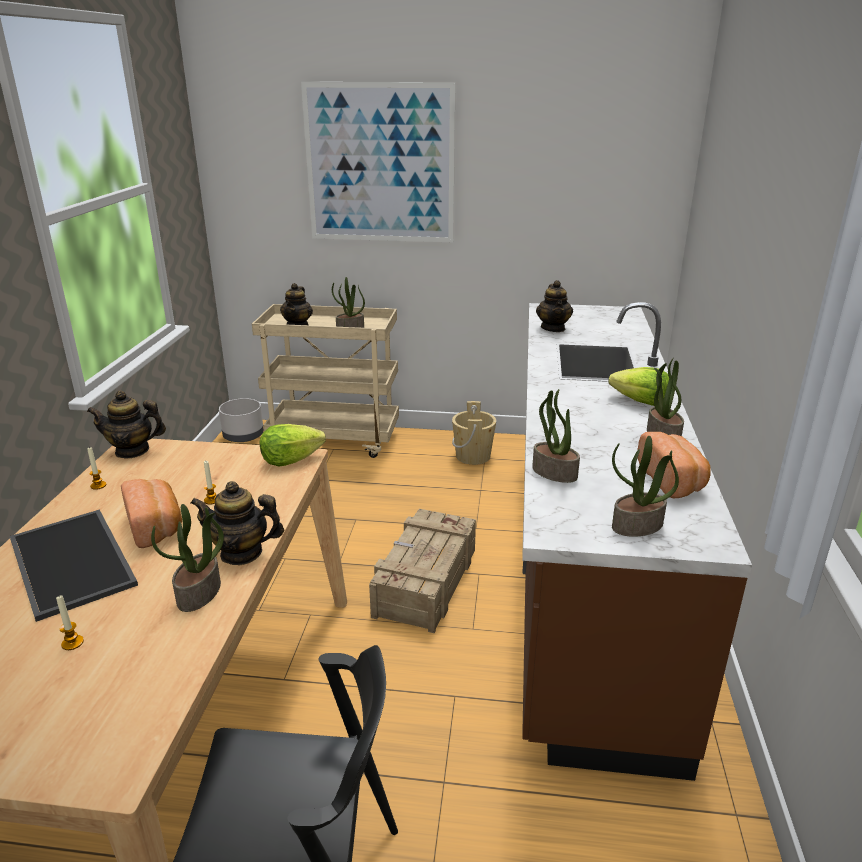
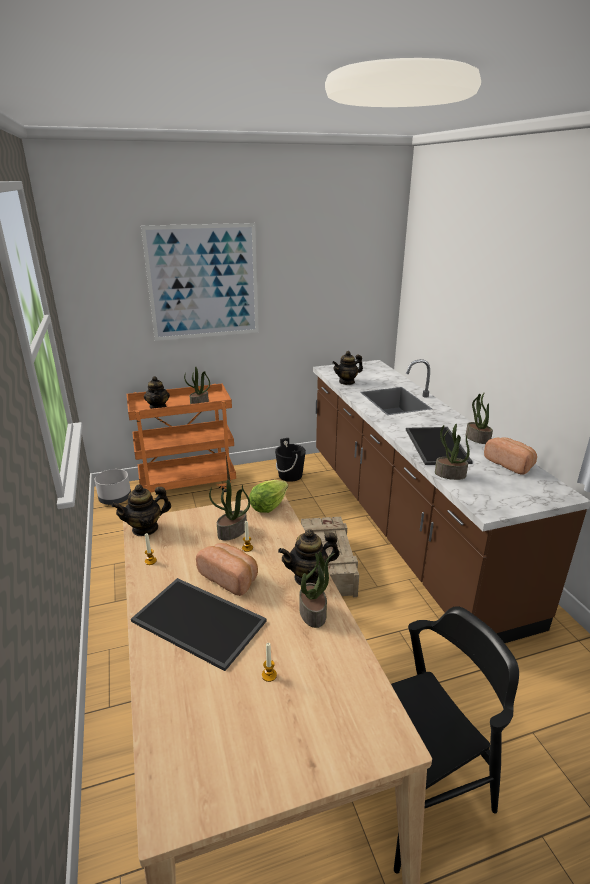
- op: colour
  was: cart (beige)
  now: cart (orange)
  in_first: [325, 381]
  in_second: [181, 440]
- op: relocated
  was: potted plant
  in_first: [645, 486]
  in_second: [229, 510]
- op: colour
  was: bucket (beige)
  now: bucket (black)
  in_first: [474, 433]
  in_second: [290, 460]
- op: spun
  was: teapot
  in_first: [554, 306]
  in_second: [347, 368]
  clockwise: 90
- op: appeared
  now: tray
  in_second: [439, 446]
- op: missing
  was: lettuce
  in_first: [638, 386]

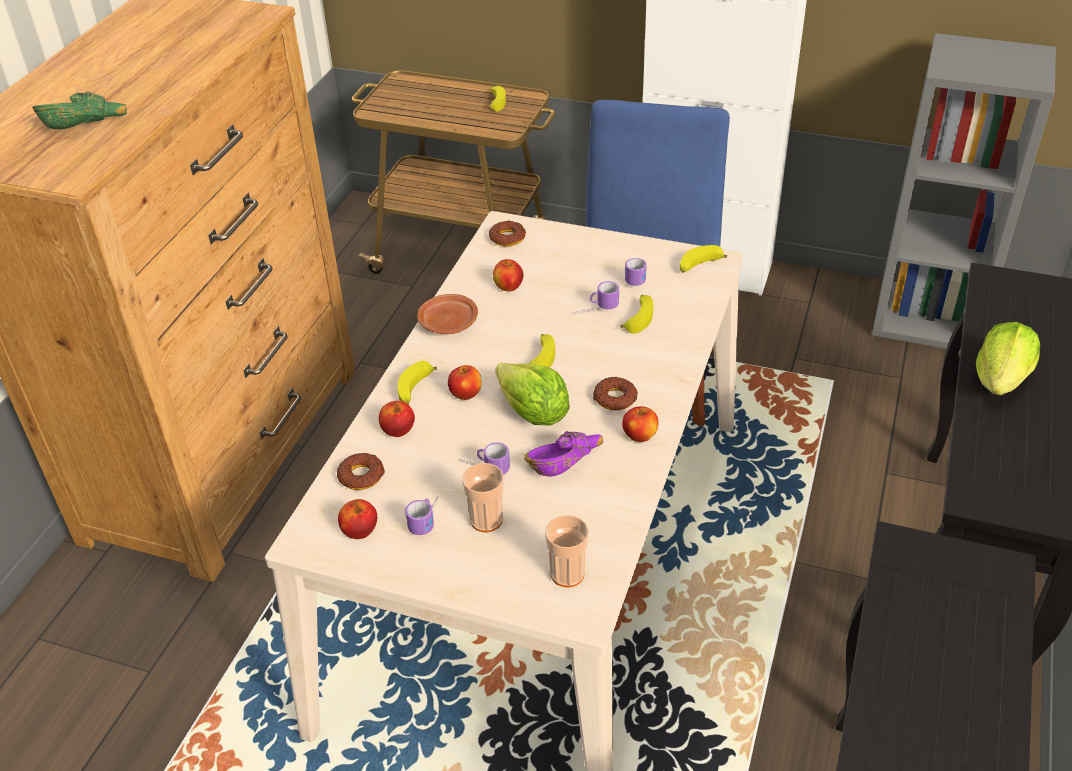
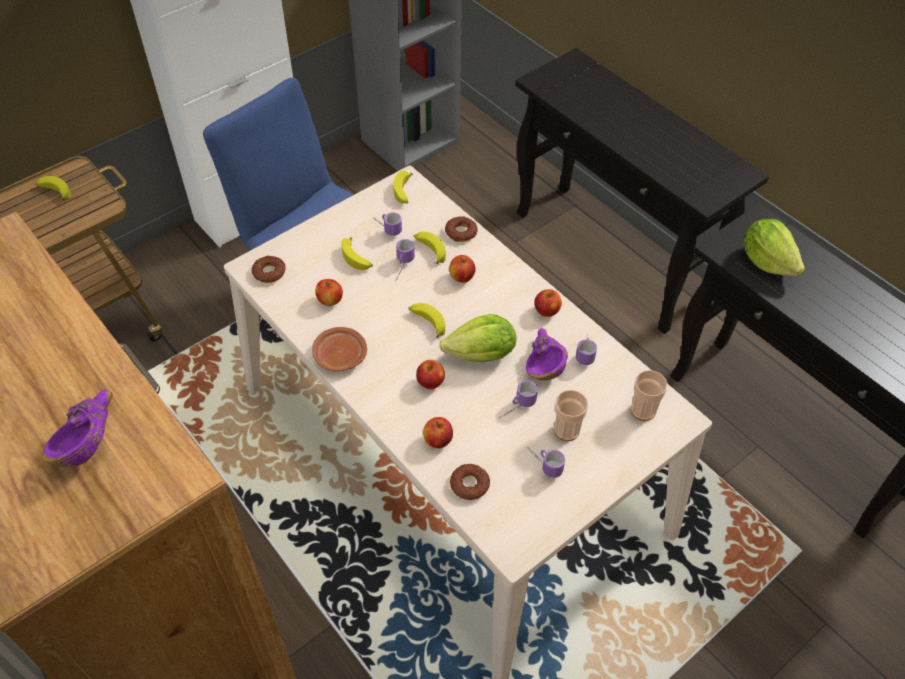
- op: colour
  was: bowl (green)
  now: bowl (purple)
  in_first: [79, 110]
  in_second: [77, 428]
- op: relocated
  was: banana
  in_first: [417, 382]
  in_second: [357, 253]
- op: relocated
  was: donut
  in_first: [615, 394]
  in_second: [461, 229]
- op: relocated
  was: apple
  in_first: [357, 519]
  in_second: [462, 269]
- op: appeared
  now: mug
  in_second: [586, 351]
- op: relocated
  was: lettuce
  in_first: [1008, 358]
  in_second: [774, 247]

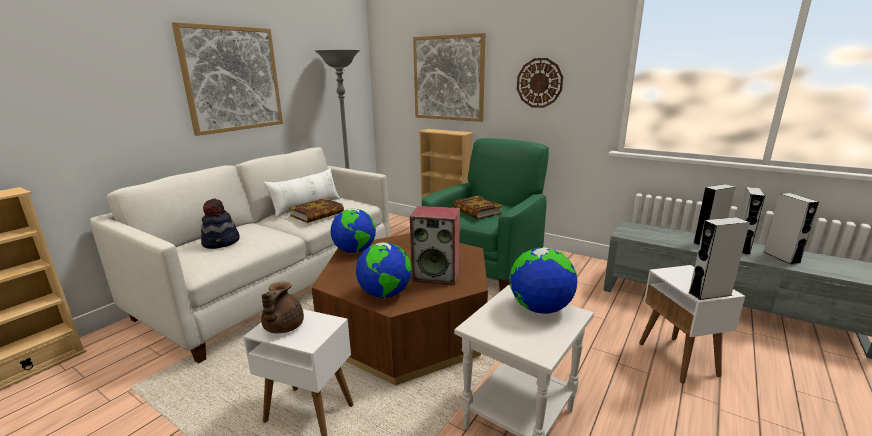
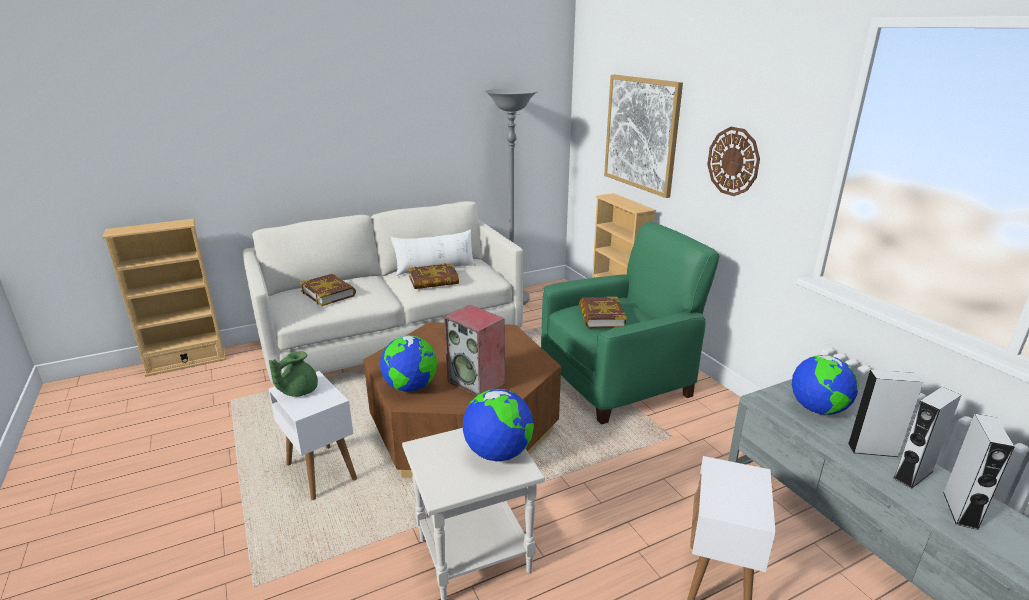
- op: colour
  was: teapot (brown)
  now: teapot (green)
  in_first: [282, 307]
  in_second: [293, 374]
- op: exchanged
  was: hat
  now: book
  in_first: [220, 223]
  in_second: [328, 290]
- op: relocated
  was: globe
  in_first: [353, 230]
  in_second: [825, 385]
- op: missing
  was: picture
  in_first: [227, 79]
- op: missing
  was: speaker (grey)
  in_first: [719, 258]

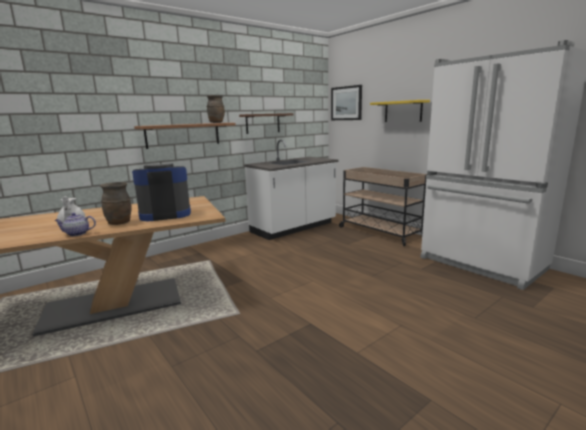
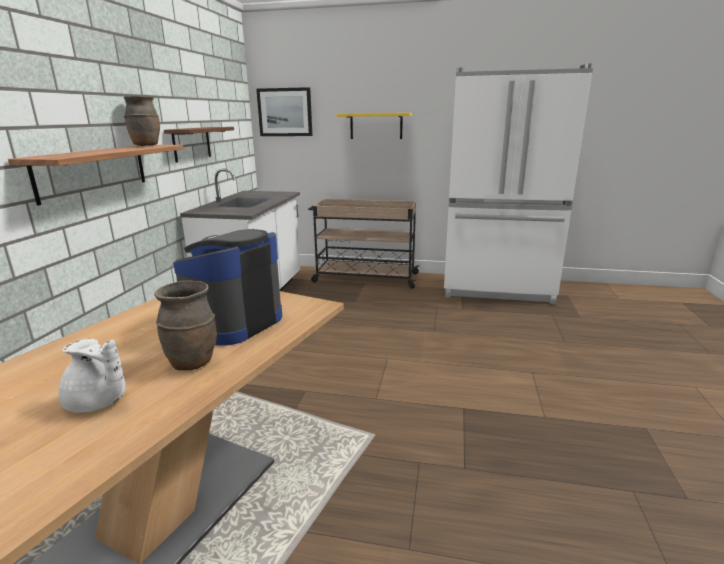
- op: missing
  was: teapot
  in_first: [75, 224]

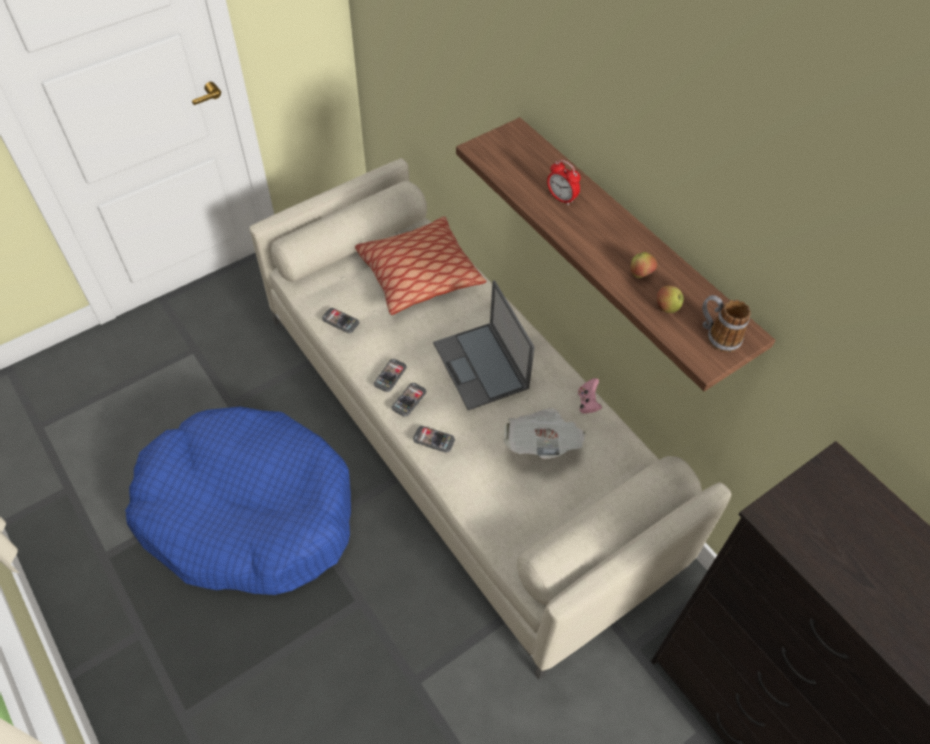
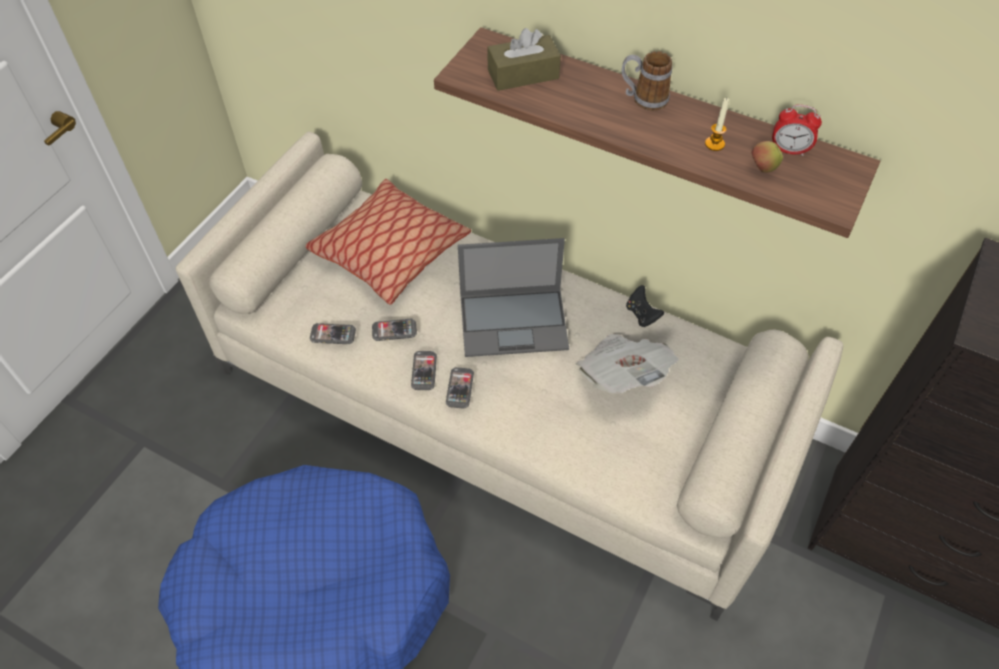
- op: relocated
  was: phone
  in_first: [434, 439]
  in_second: [394, 329]
- op: spun
  was: laptop
  in_first: [484, 345]
  in_second: [513, 297]
  clockwise: -45
- op: appeared
  now: tissue box (brown)
  in_second: [524, 59]
- op: relocated
  was: mug
  in_first: [726, 324]
  in_second: [647, 81]
- op: colour
  was: game controller (pink)
  now: game controller (black)
  in_first: [590, 396]
  in_second: [645, 306]
- op: exchanged
  was: apple
  now: candle
  in_first: [644, 265]
  in_second: [717, 124]
- op: relocated
  was: alarm clock
  in_first: [563, 183]
  in_second: [797, 130]

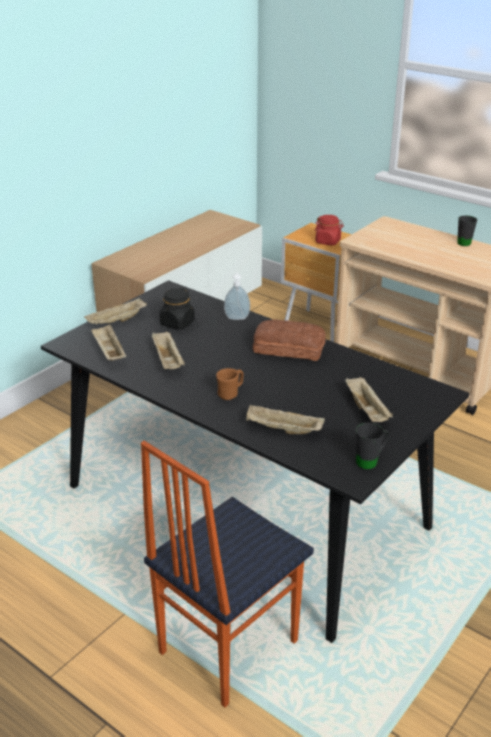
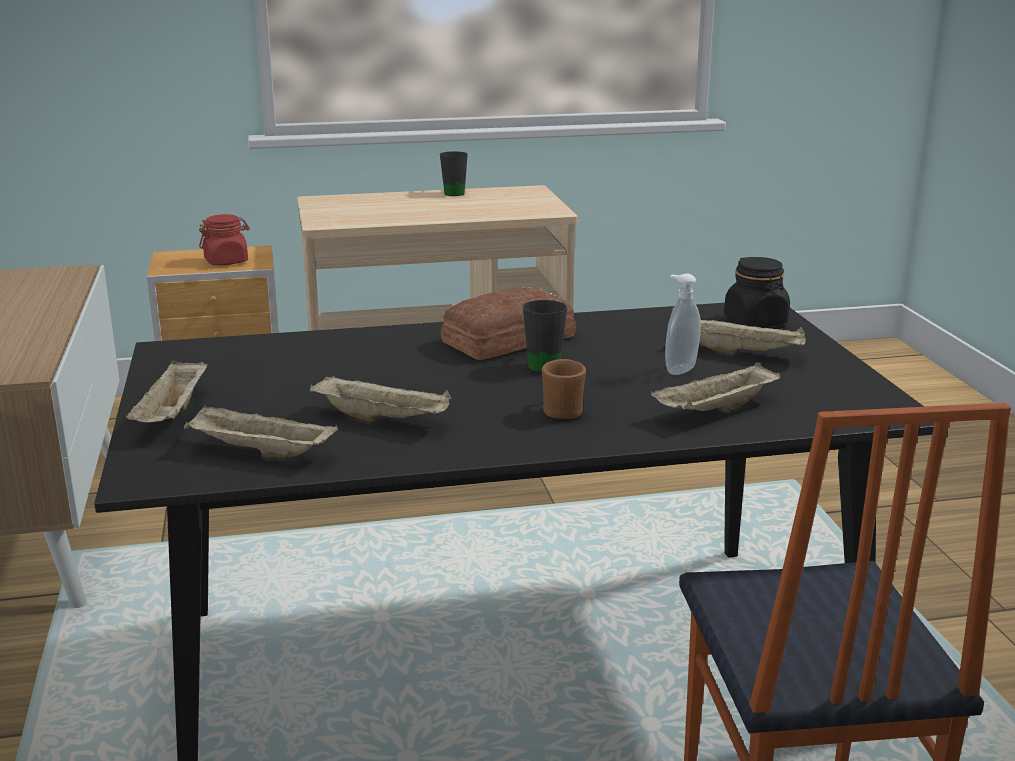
- op: relocated
  was: mug (black)
  in_first: [372, 445]
  in_second: [545, 336]
- op: relocated
  was: soap dispenser
  in_first: [237, 296]
  in_second: [683, 324]
- op: relocated
  was: jar (black)
  in_first: [177, 309]
  in_second: [757, 292]

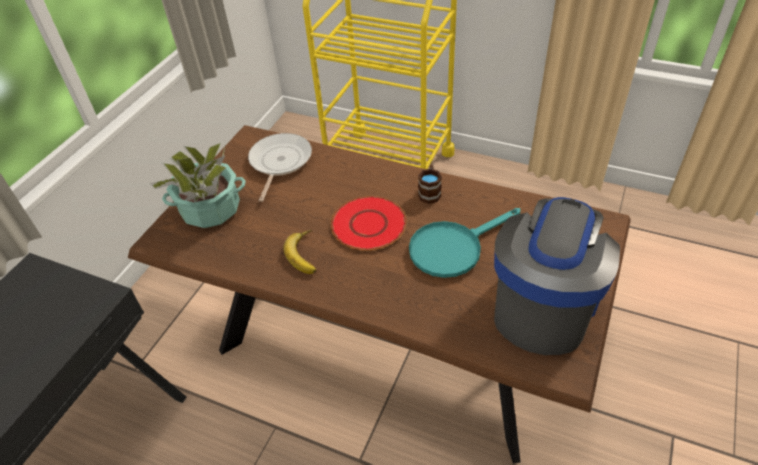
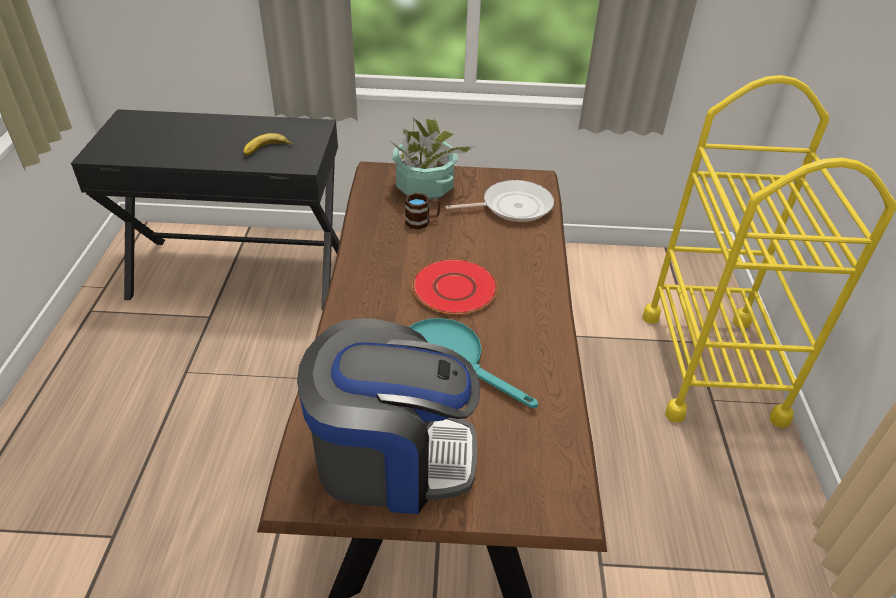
- op: relocated
  was: banana
  in_first: [299, 252]
  in_second: [268, 144]
- op: relocated
  was: mug (brown)
  in_first: [430, 184]
  in_second: [423, 211]

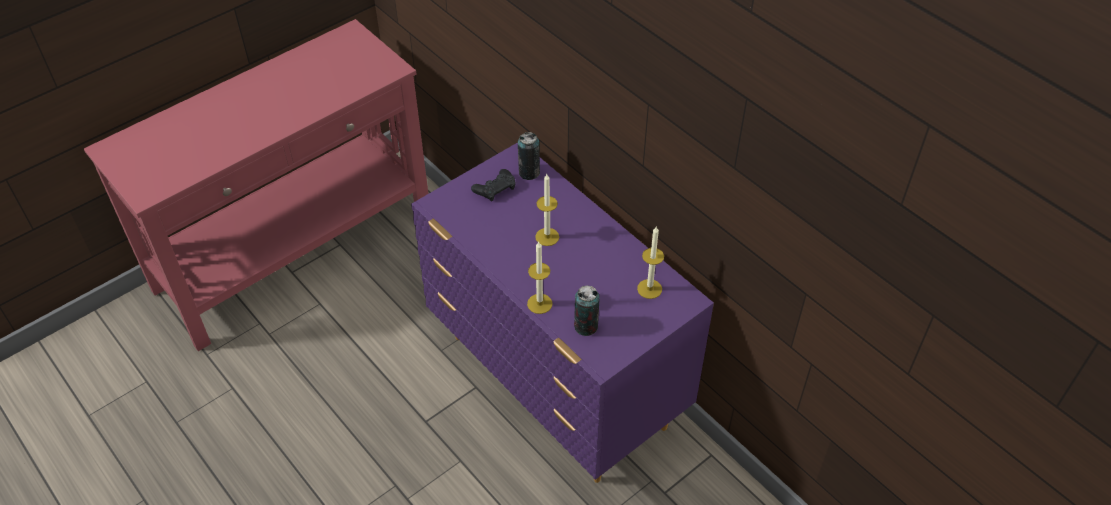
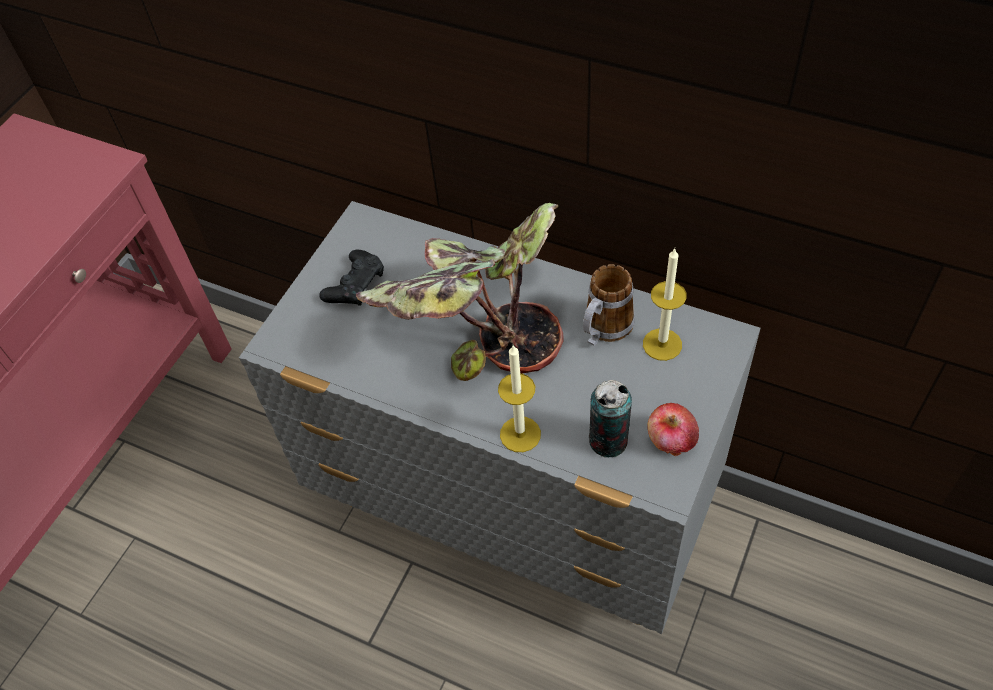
- op: colour
  was: dresser (purple)
  now: dresser (grey)
  in_first: [562, 312]
  in_second: [500, 417]
- op: exchanged
  was: candle
  now: potted plant
  in_first: [547, 210]
  in_second: [460, 292]
- op: appeared
  now: mug
  in_second: [609, 305]
- op: appeared
  now: apple
  in_second: [673, 430]
- op: missing
  was: can
  in_first: [529, 156]

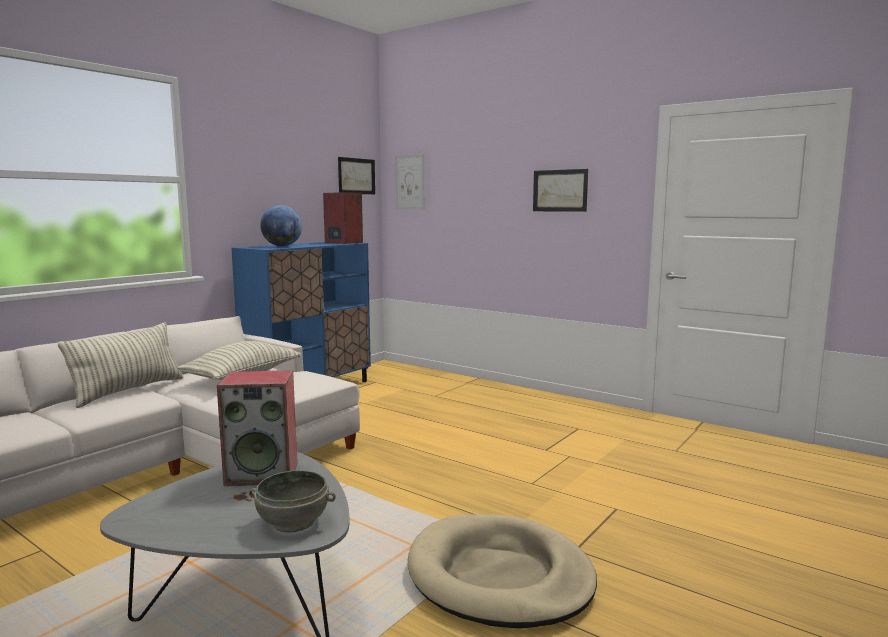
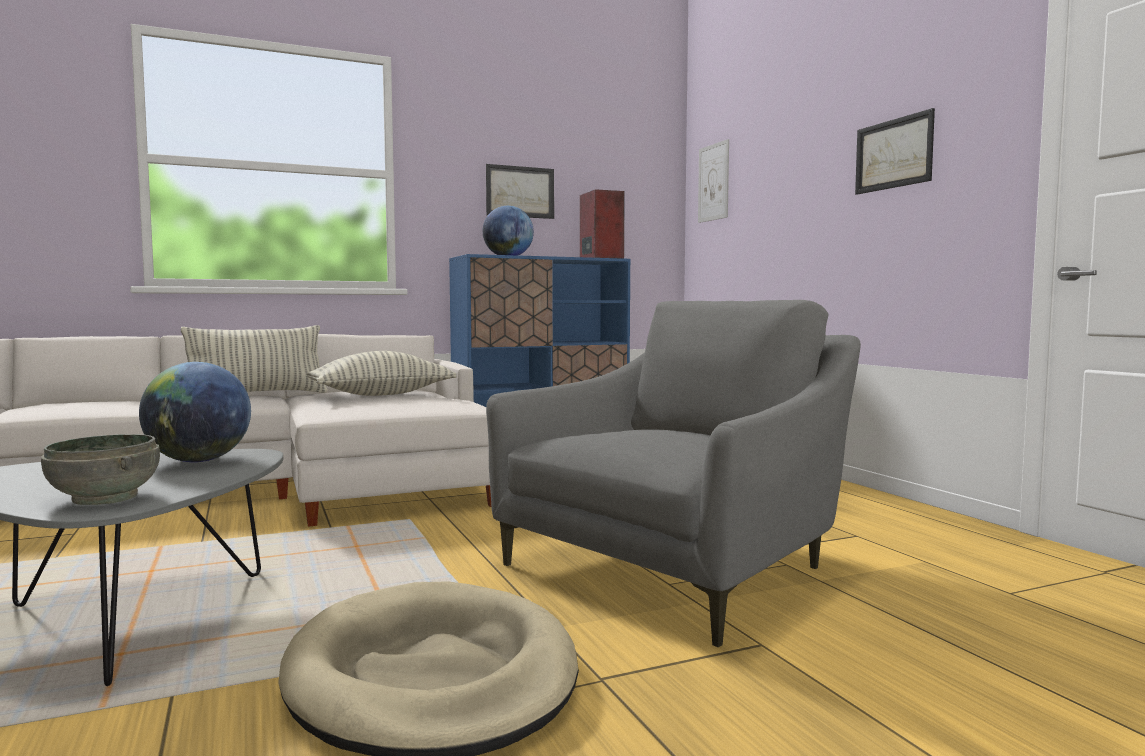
- op: exchanged
  was: speaker
  now: globe
  in_first: [257, 428]
  in_second: [195, 412]
- op: relocated
  was: picture
  in_first: [356, 175]
  in_second: [520, 191]
- op: appeared
  now: armchair (grey)
  in_second: [673, 473]

